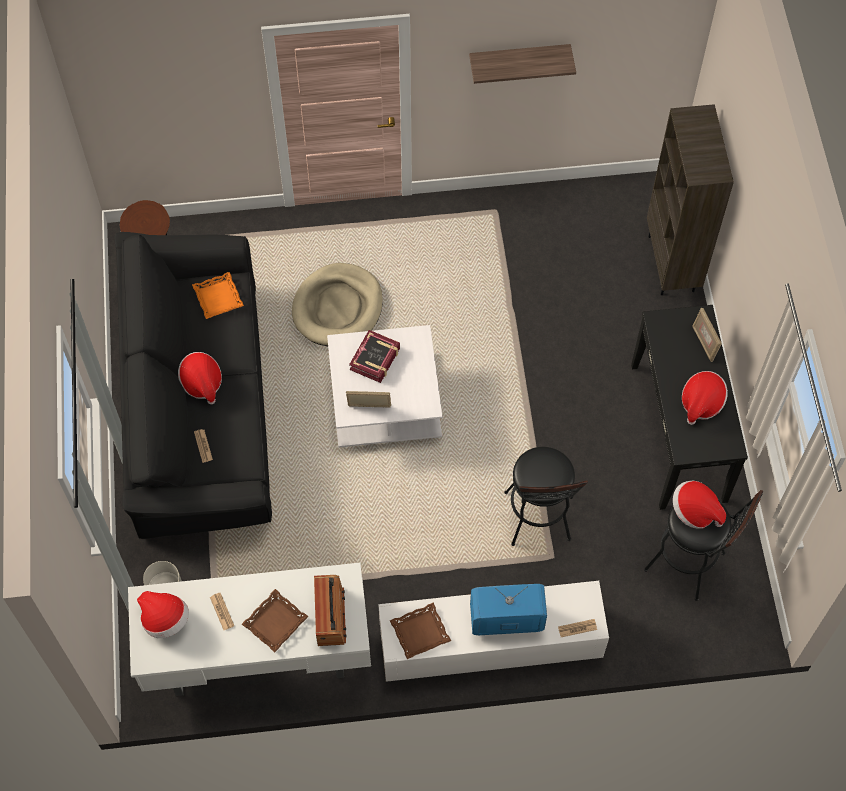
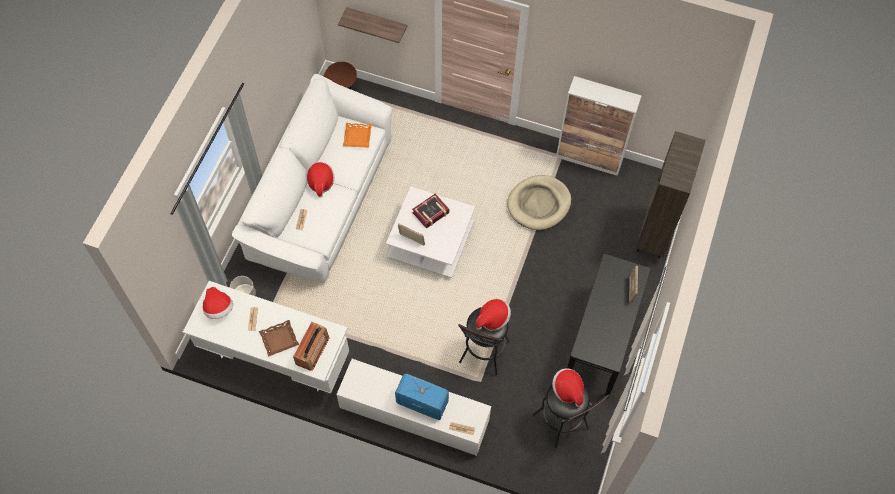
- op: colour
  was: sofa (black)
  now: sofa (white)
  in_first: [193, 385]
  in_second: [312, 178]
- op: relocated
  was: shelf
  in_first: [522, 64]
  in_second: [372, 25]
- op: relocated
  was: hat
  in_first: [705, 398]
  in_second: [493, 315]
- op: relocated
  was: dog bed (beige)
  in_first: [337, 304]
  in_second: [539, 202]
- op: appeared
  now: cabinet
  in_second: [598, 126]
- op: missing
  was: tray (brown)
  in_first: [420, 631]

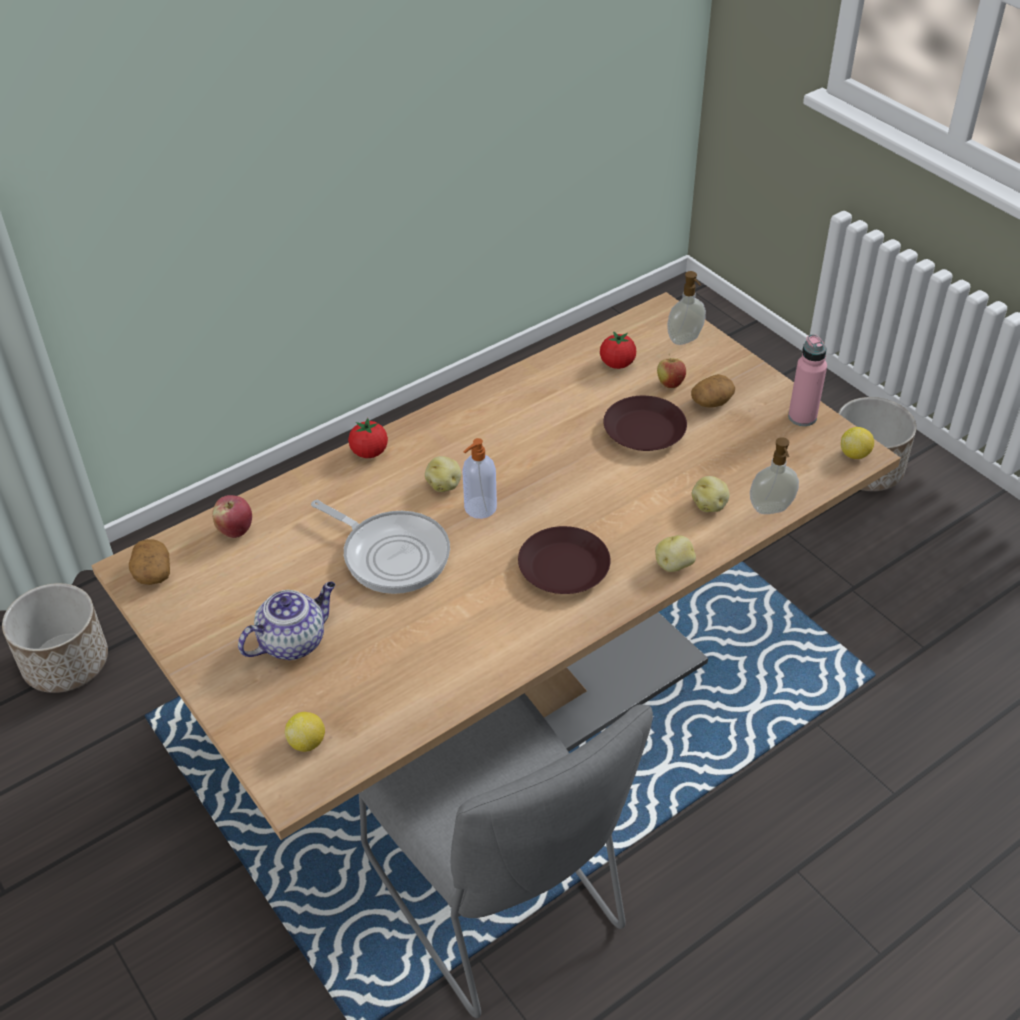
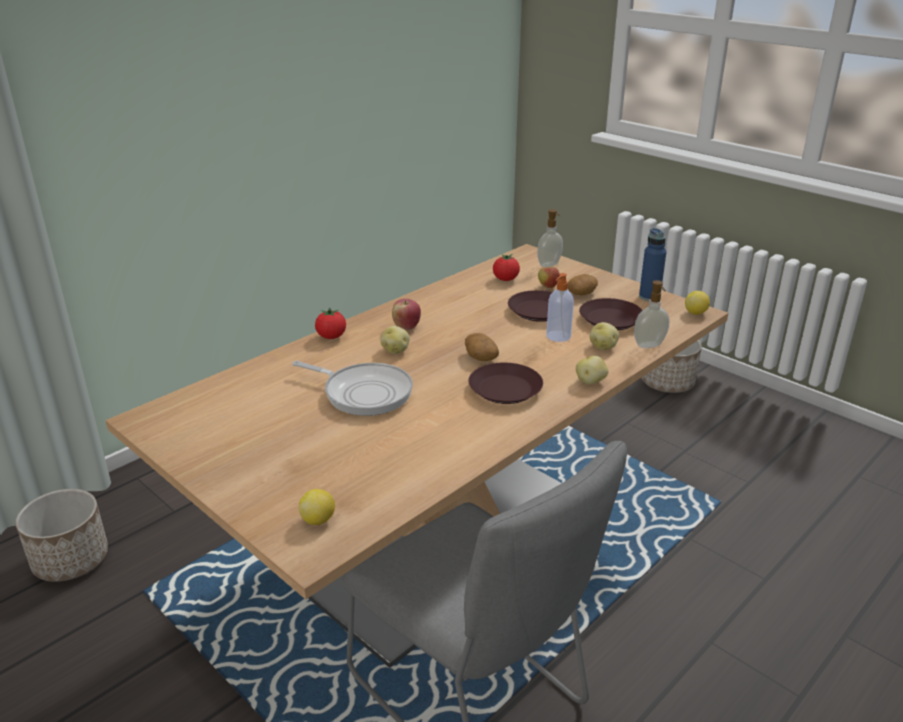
- op: relocated
  was: apple
  in_first: [232, 516]
  in_second: [406, 314]
- op: relocated
  was: potato
  in_first: [149, 562]
  in_second: [482, 347]
- op: relocated
  was: soap dispenser
  in_first: [479, 478]
  in_second: [560, 307]
- op: appeared
  now: plate (brown)
  in_second: [611, 314]
- op: colour
  was: bottle (pink)
  now: bottle (blue)
  in_first: [807, 380]
  in_second: [653, 264]
- op: missing
  was: teapot
  in_first: [286, 621]

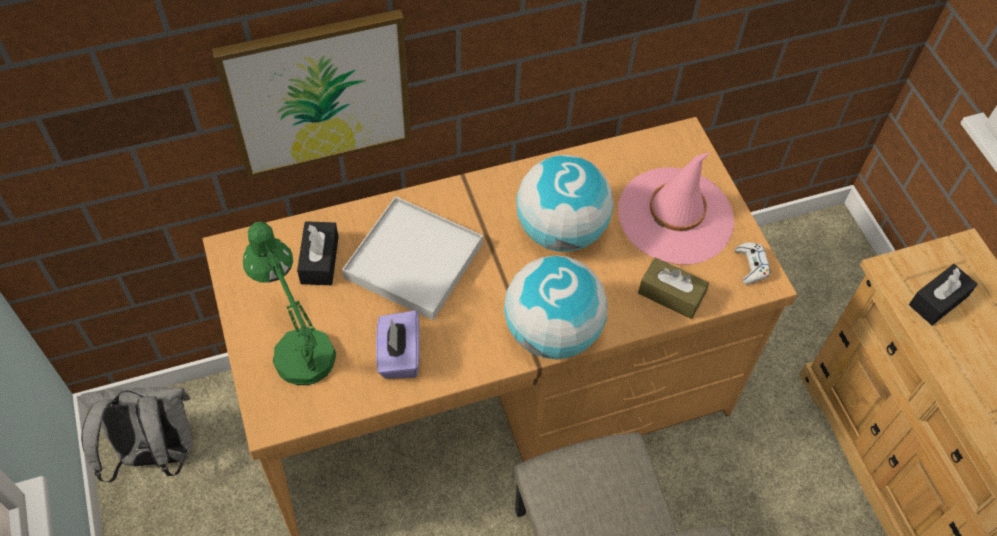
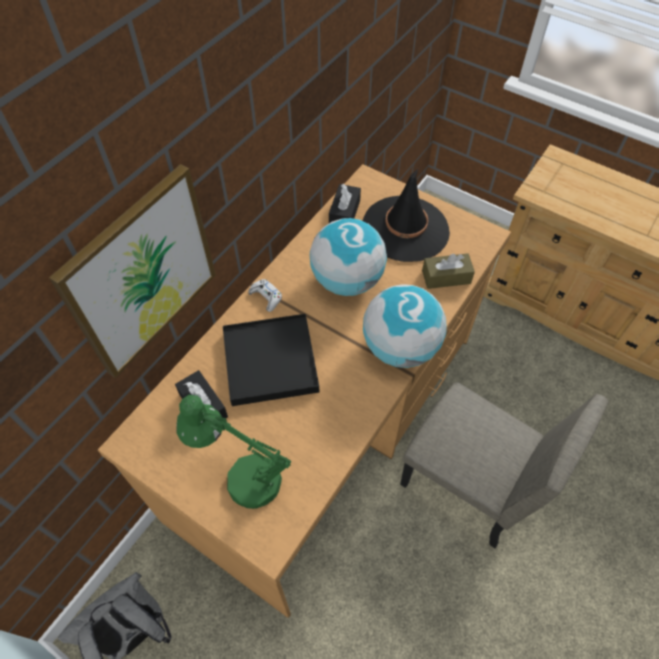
- op: colour
  was: tray (white)
  now: tray (black)
  in_first: [412, 258]
  in_second: [271, 360]
- op: relocated
  was: game controller (white)
  in_first: [752, 263]
  in_second: [265, 295]
- op: relocated
  was: tissue box (black)
  in_first: [943, 294]
  in_second: [345, 203]
- op: colour
  was: hat (pink)
  now: hat (black)
  in_first: [676, 208]
  in_second: [406, 215]
- op: missing
  was: tissue box (purple)
  in_first: [398, 344]

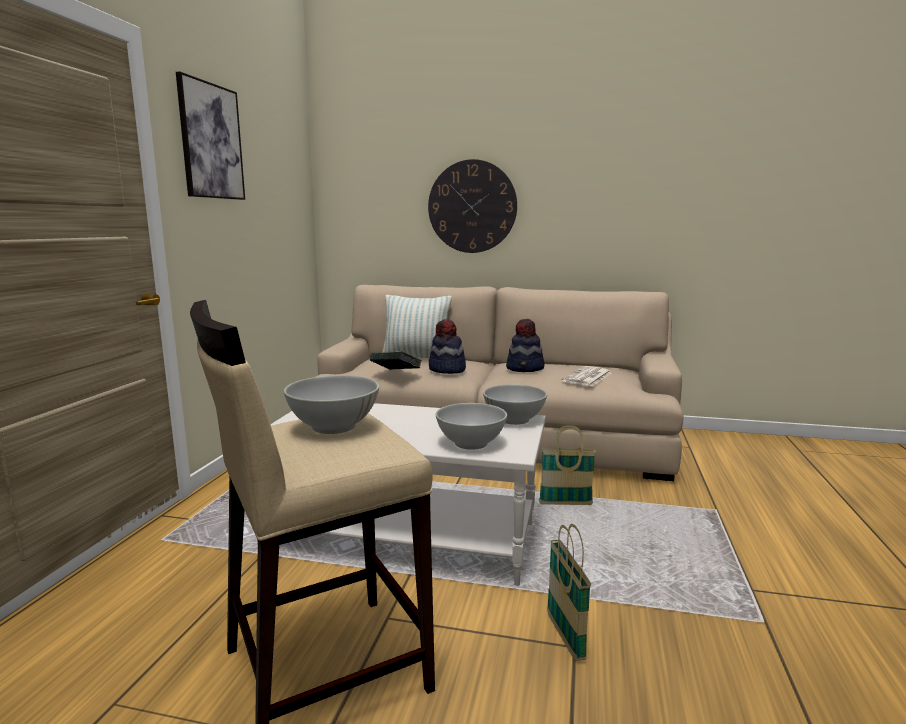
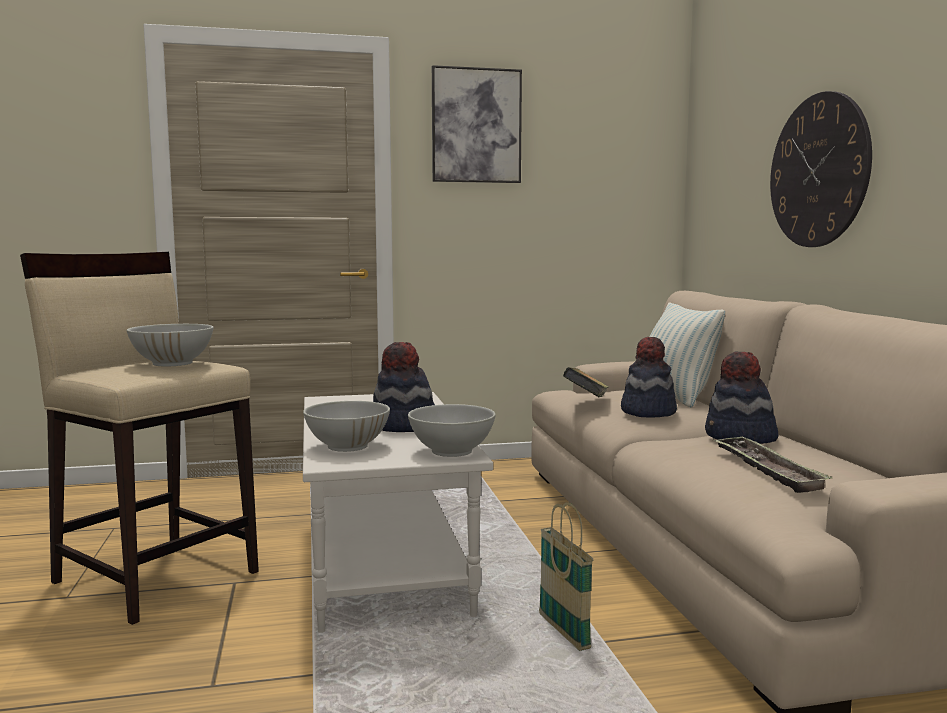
- op: appeared
  now: hat
  in_second: [404, 387]
- op: exchanged
  was: newspaper
  now: tray
  in_first: [586, 376]
  in_second: [772, 464]
- op: missing
  was: basket
  in_first: [569, 592]

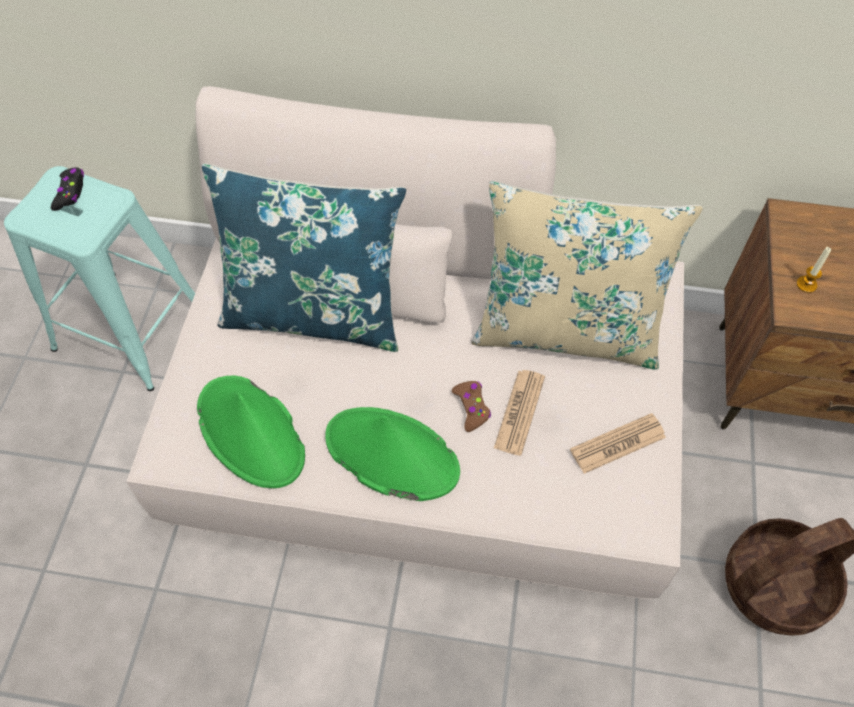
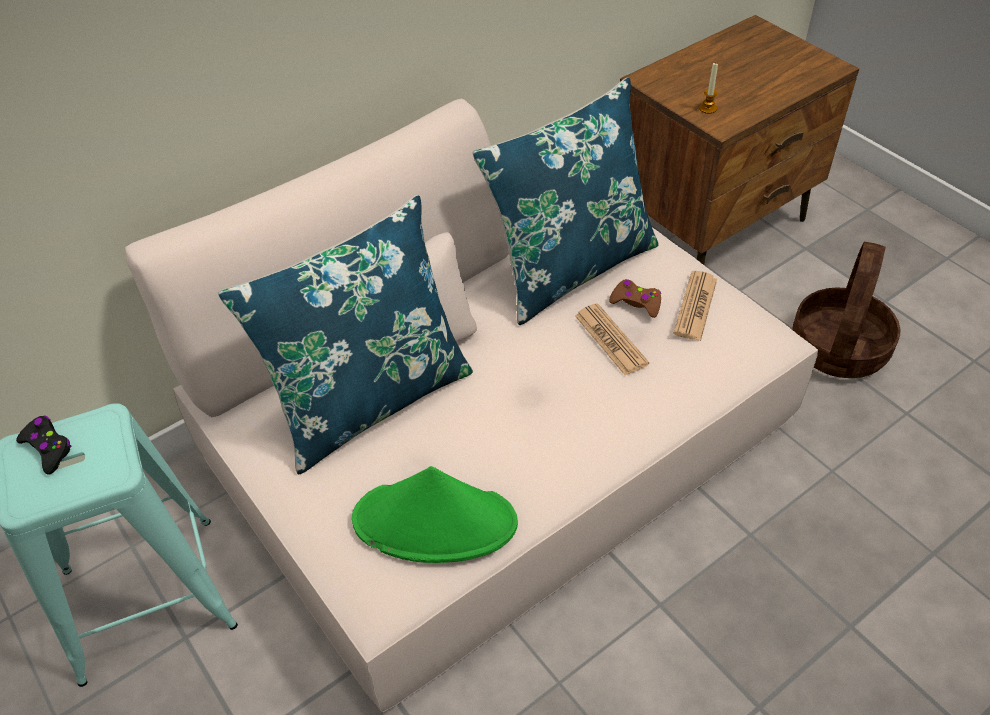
- op: colour
  was: pillow (beige)
  now: pillow (blue)
  in_first: [587, 275]
  in_second: [565, 201]
- op: relocated
  was: game controller (brown)
  in_first: [471, 406]
  in_second: [635, 298]
- op: missing
  was: hat (green)
  in_first: [392, 454]

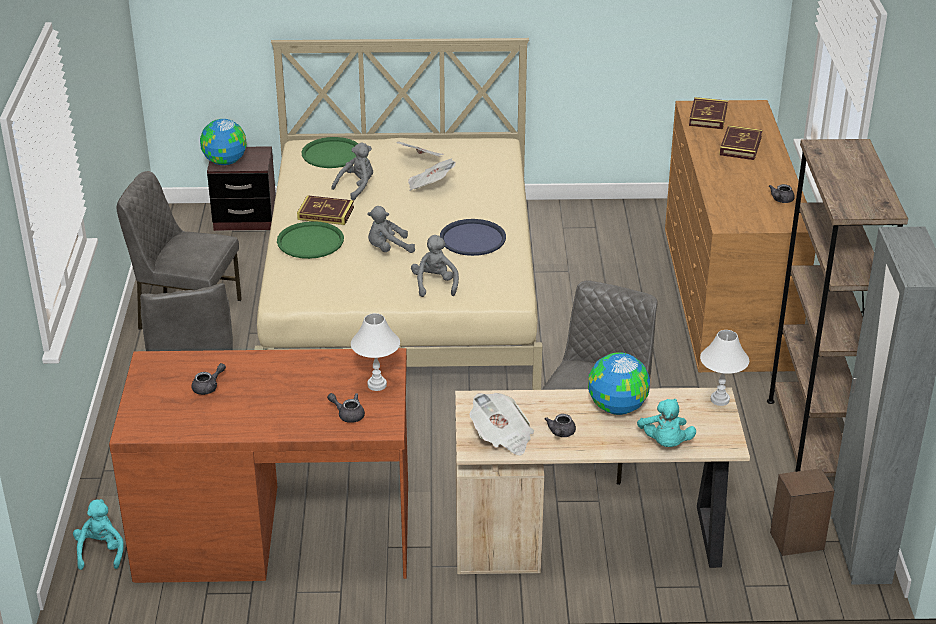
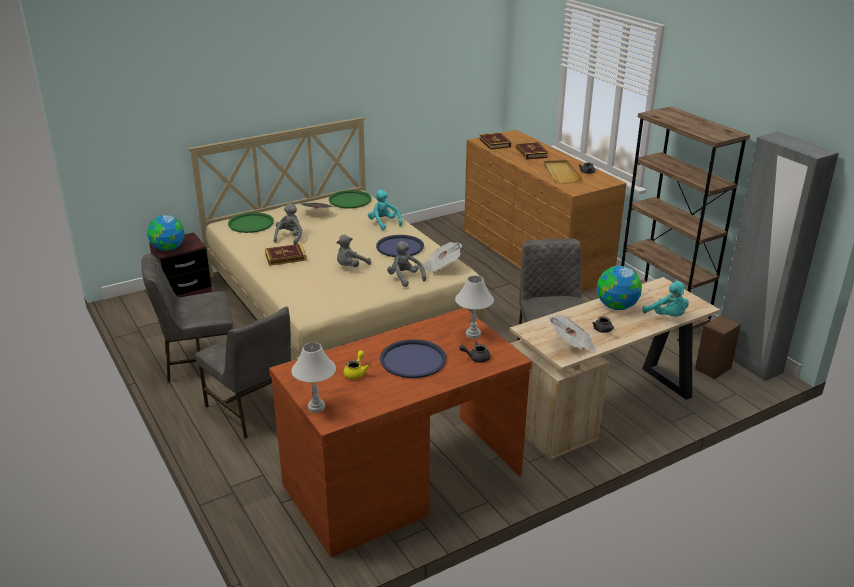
- op: relocated
  was: table lamp (white)
  in_first: [724, 368]
  in_second: [313, 377]
- op: relocated
  was: tray (green)
  in_first: [310, 240]
  in_second: [350, 199]
- op: colour
  was: teapot (grey)
  now: teapot (yellow)
  in_first: [209, 379]
  in_second: [356, 365]
- op: relocated
  was: plush toy (turquoise)
  in_first: [98, 534]
  in_second: [385, 210]
- op: appeared
  now: tray (blue)
  in_second: [413, 358]
- op: relocated
  was: newspaper
  in_first: [432, 175]
  in_second: [442, 257]
- op: appeared
  now: tray (beige)
  in_second: [562, 171]

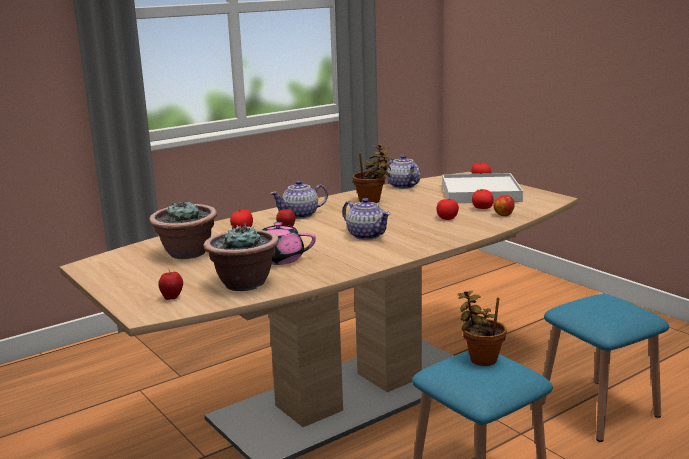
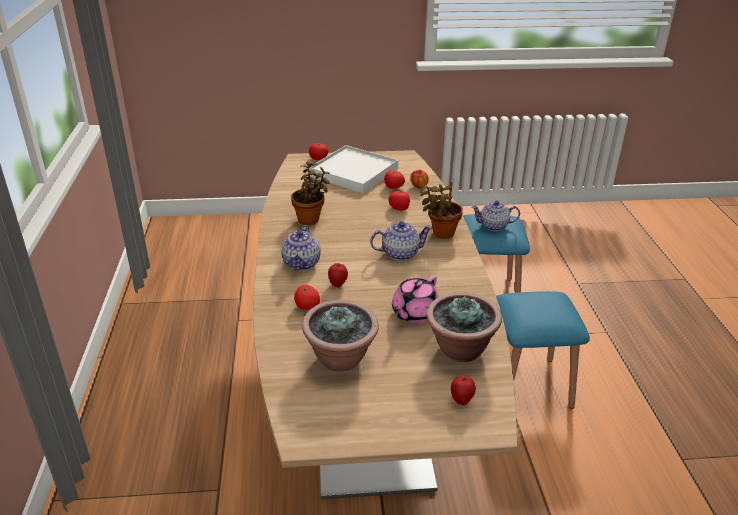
- op: relocated
  was: potted plant
  in_first: [482, 328]
  in_second: [441, 210]
- op: relocated
  was: teapot
  in_first: [404, 172]
  in_second: [496, 215]

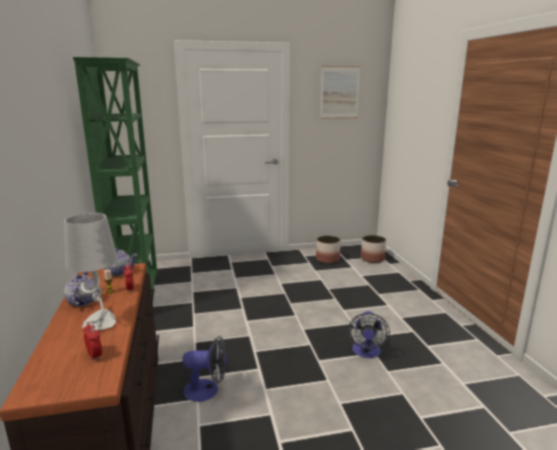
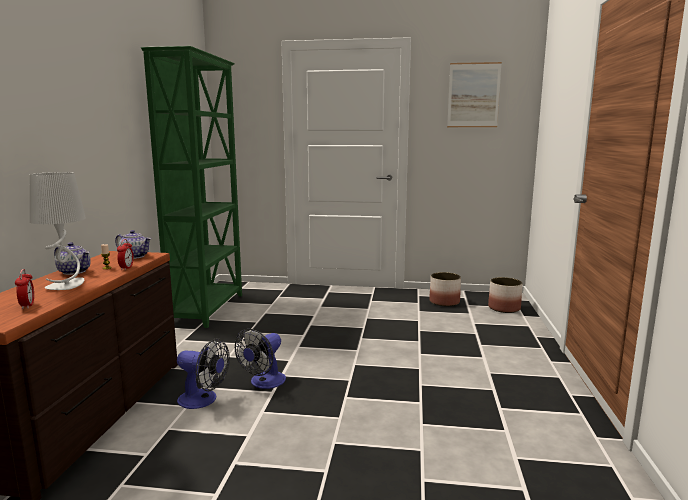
- op: spun
  was: teapot
  in_first: [81, 289]
  in_second: [72, 258]
  clockwise: 105
- op: relocated
  was: fan
  in_first: [369, 334]
  in_second: [260, 359]

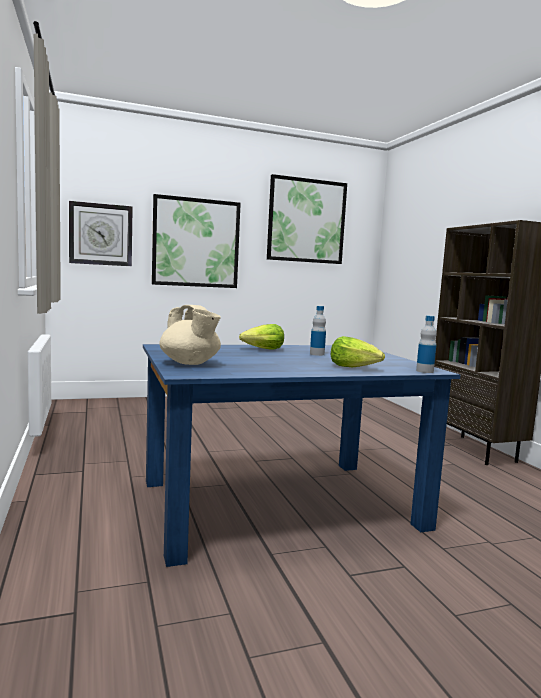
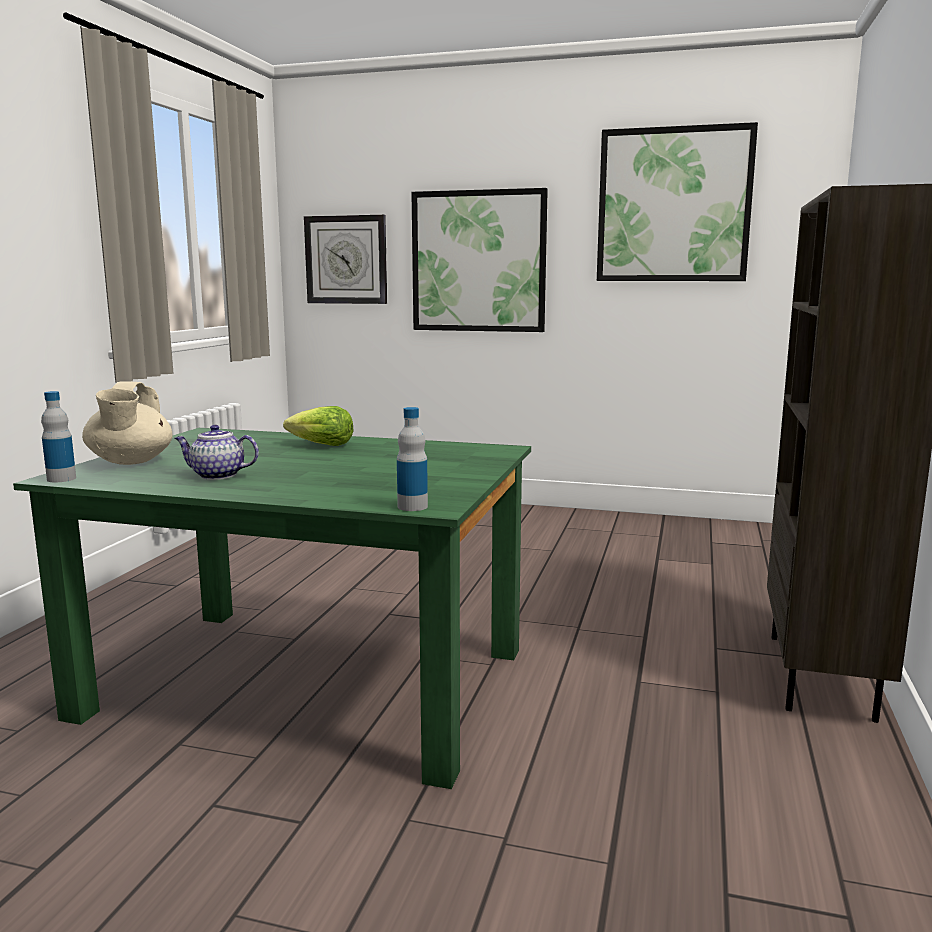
- op: colour
  was: dining table (blue)
  now: dining table (green)
  in_first: [301, 455]
  in_second: [272, 608]
- op: relocated
  was: bottle
  in_first: [318, 331]
  in_second: [58, 436]
- op: appeared
  now: teapot
  in_second: [217, 452]
- op: missing
  was: lettuce
  in_first: [357, 352]

